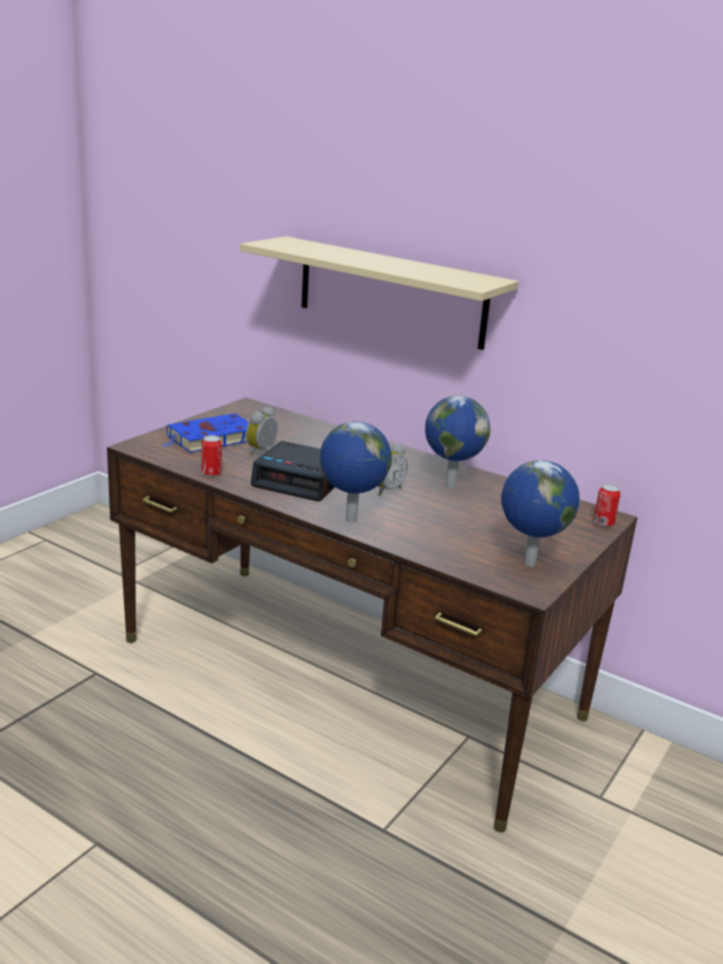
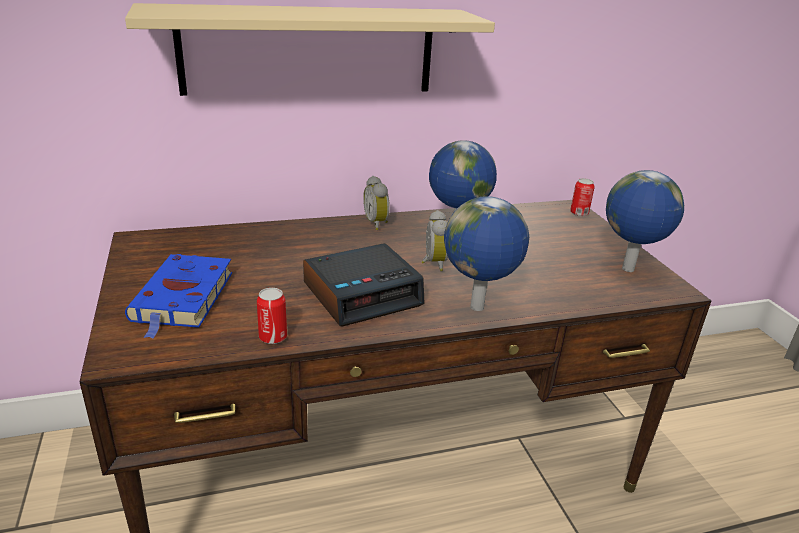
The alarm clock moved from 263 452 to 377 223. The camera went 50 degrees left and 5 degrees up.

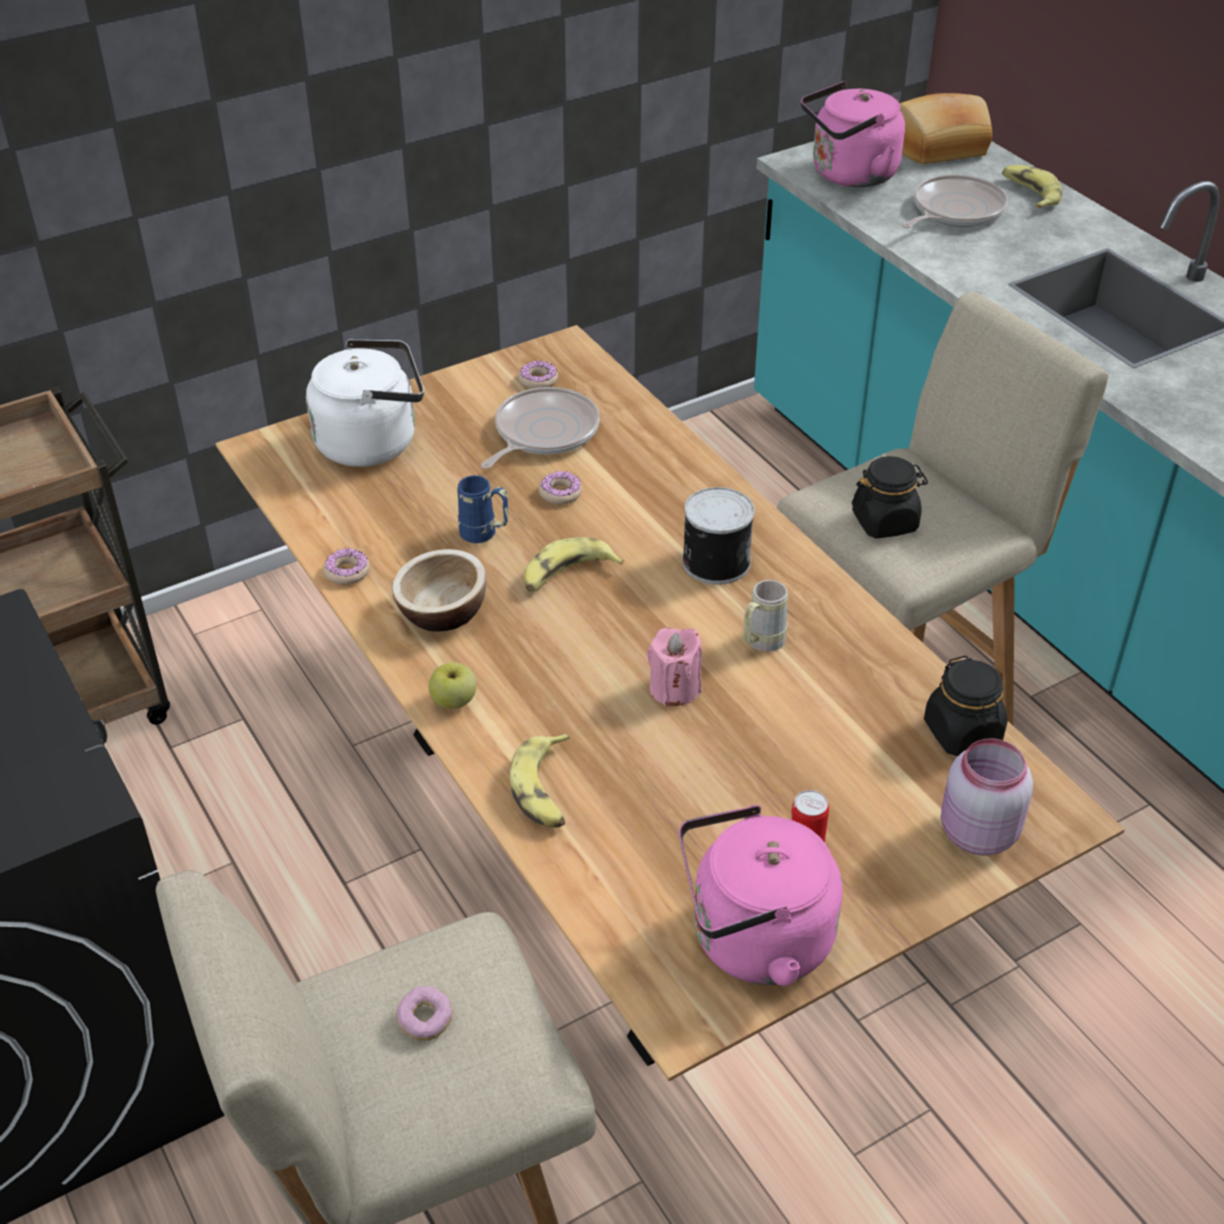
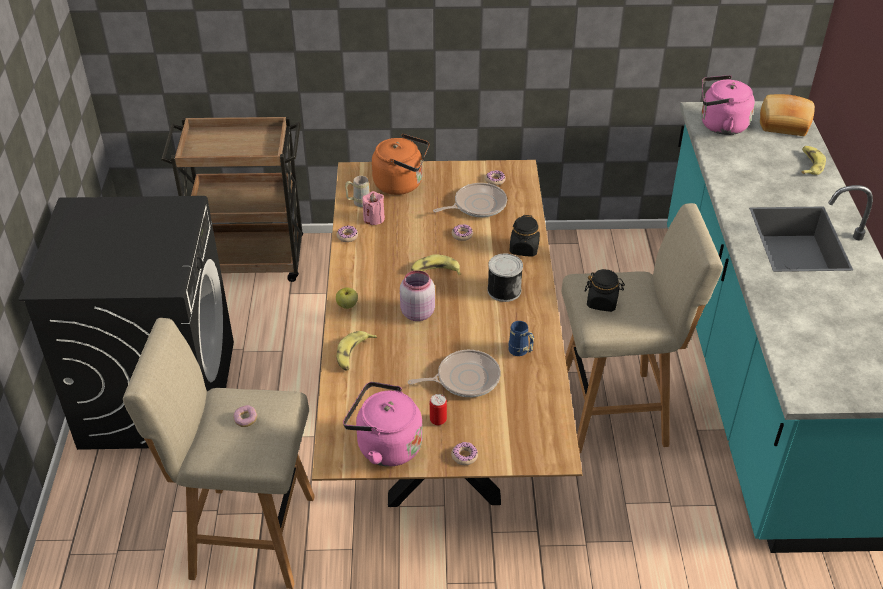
The beige mug moved from 760 644 to 358 203. The pink candle moved from 674 688 to 374 218. The white kettle at 373 442 became the orange kettle at 401 184. The pink jar moved from 975 833 to 416 313. The frying pan moved from 954 211 to 464 378. The donut at 464 456 appeared. The blue mug moved from 484 534 to 521 352. The black jar moved from 963 733 to 524 248. The bowl at 442 611 disappeared. The camera went 30 degrees right and 0 degrees up.

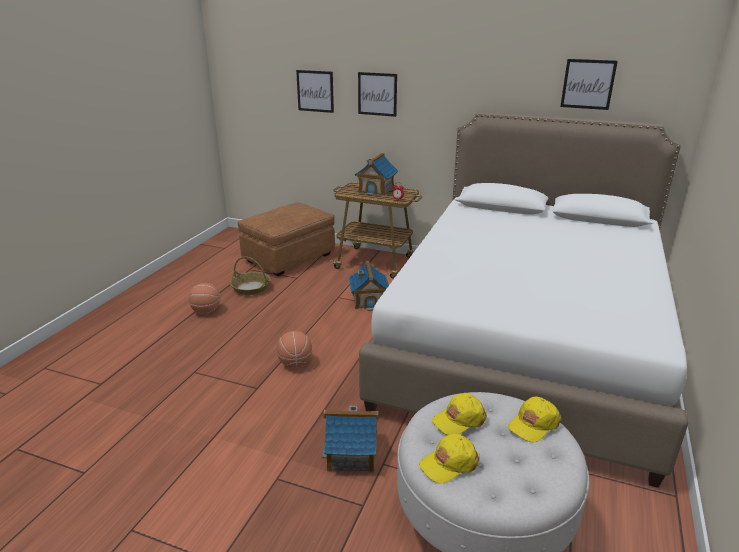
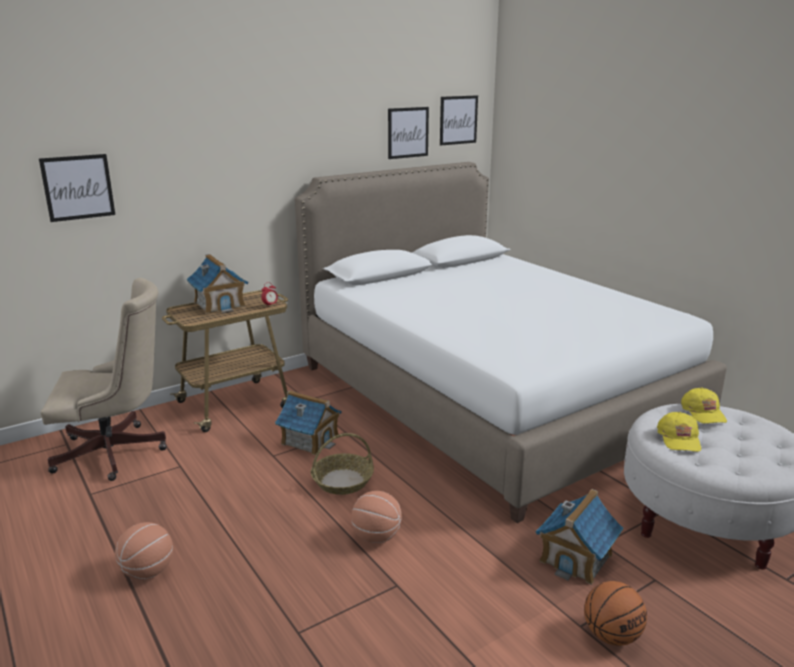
The brown ottoman at 289 258 was replaced by the beige office chair at 117 453. The basket moved from 250 288 to 342 481. The picture moved from 377 94 to 458 120. The basketball at 611 635 appeared. The yellow cap at 449 463 disappeared. The camera went 55 degrees left and 5 degrees down.

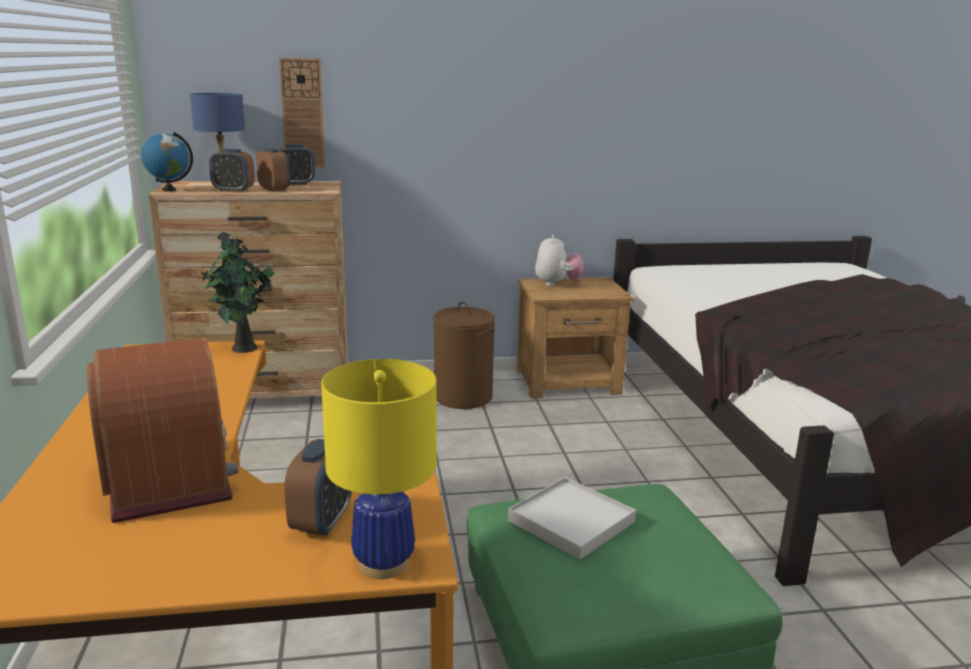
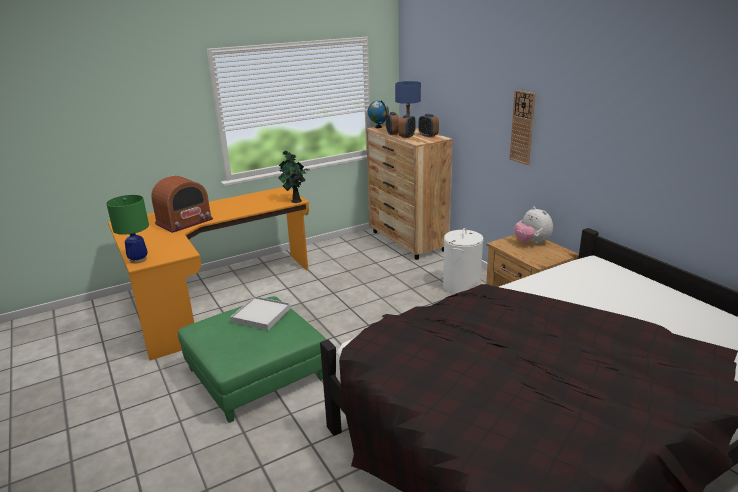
The yellow table lamp at 384 563 became the green table lamp at 138 260. The brown laundry basket at 463 397 became the white laundry basket at 461 286. The wall clock moved from 302 113 to 522 127. The plush toy at 557 284 turned 75 degrees clockwise. The alarm clock at 322 521 disappeared. The camera went 70 degrees right and 5 degrees up.

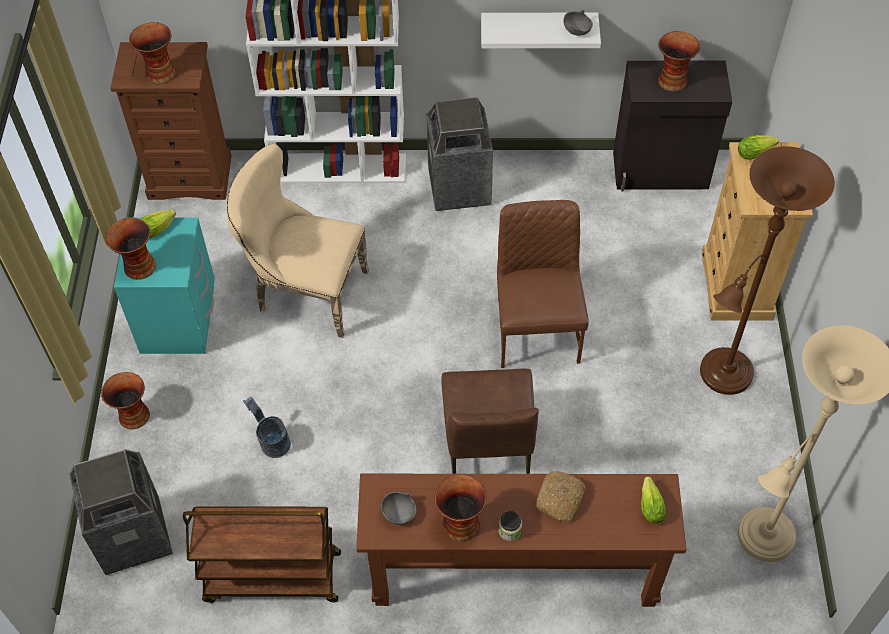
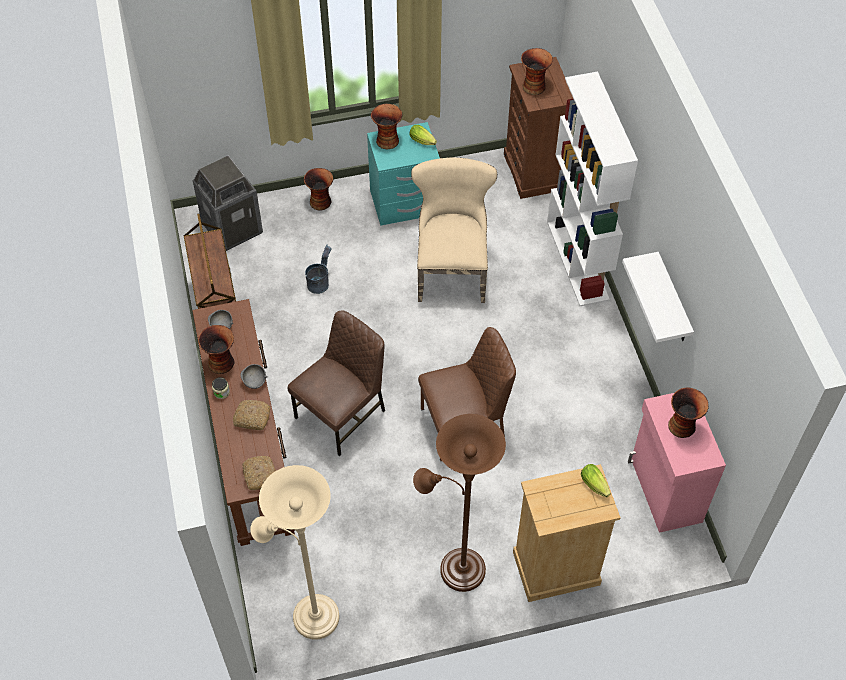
The grey bowl moved from 577 31 to 255 382. The lettuce at 650 504 was replaced by the bread at 259 475. The brown chair at 487 453 turned 150 degrees clockwise. The black cabinet at 661 171 became the pink cabinet at 665 491. The trash can at 459 188 disappeared. The camera went 75 degrees right and 0 degrees up.

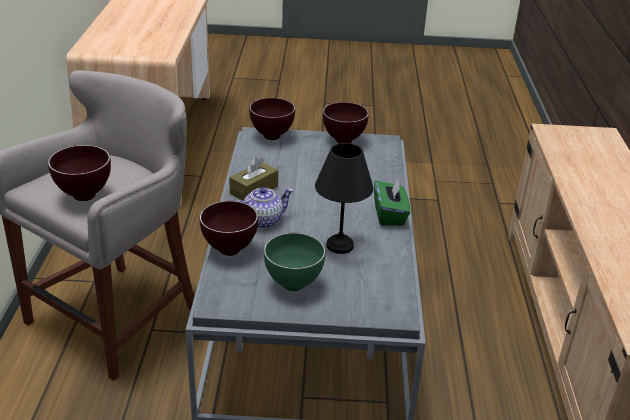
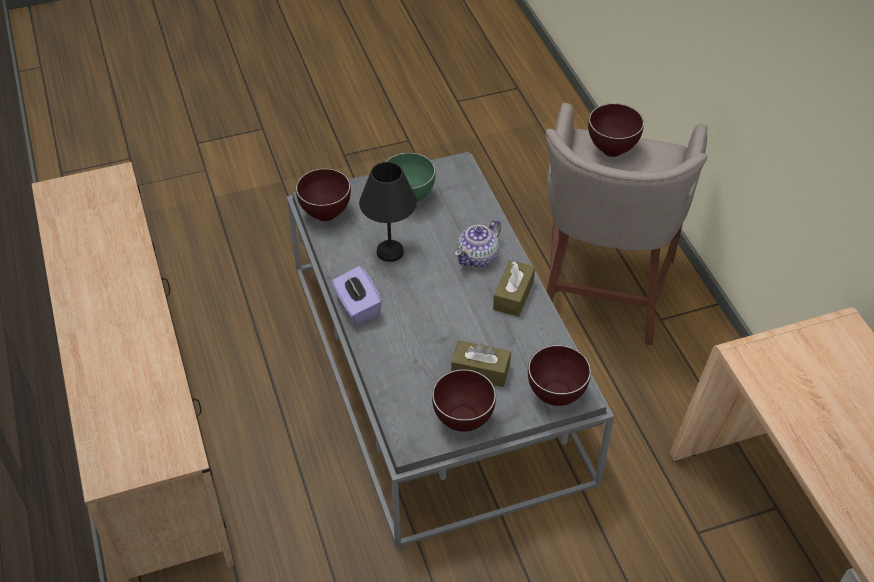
The brown bowl moved from 230 251 to 324 215. The green tissue box at 390 215 became the purple tissue box at 357 307. The brown tissue box at 480 371 appeared. The camera went 160 degrees right and 15 degrees up.

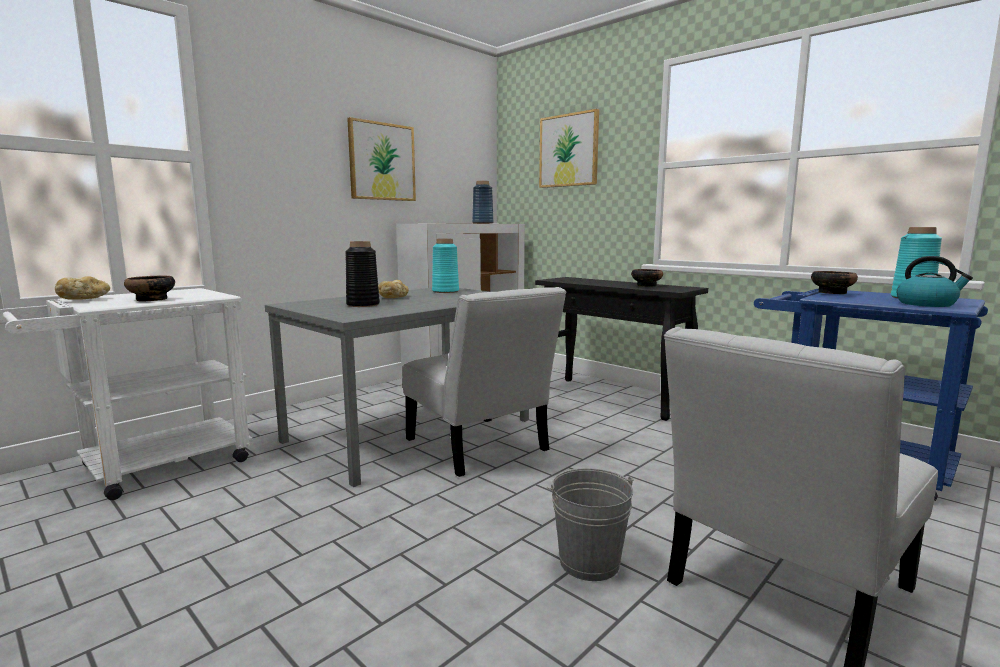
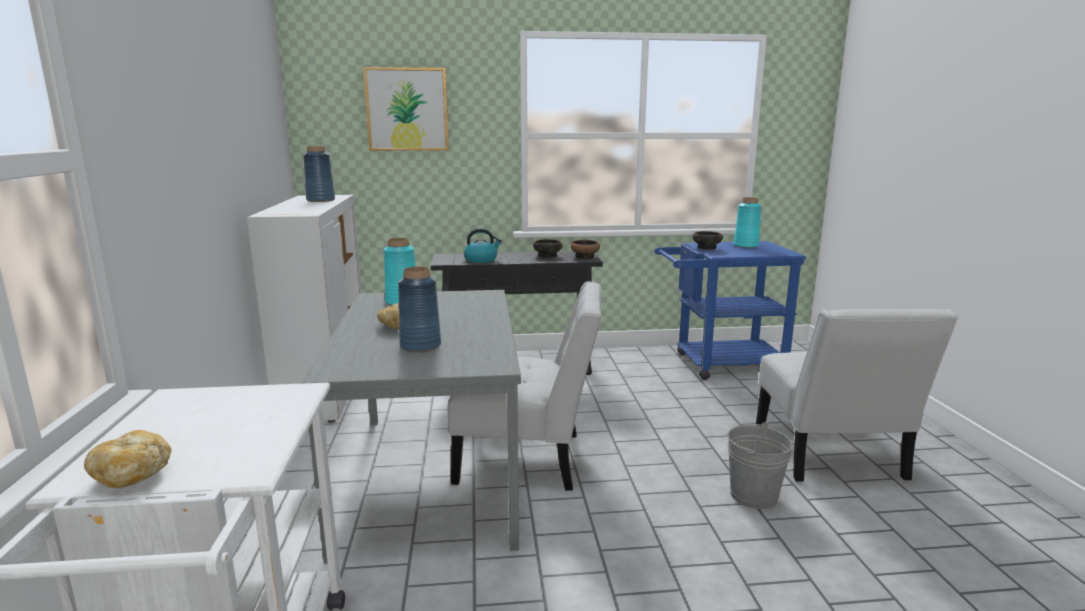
The black vase at 363 305 became the blue vase at 421 346. The kettle moved from 927 304 to 481 260. The bowl moved from 152 299 to 585 257. The picture at 382 162 disappeared. The camera went 50 degrees left and 5 degrees up.

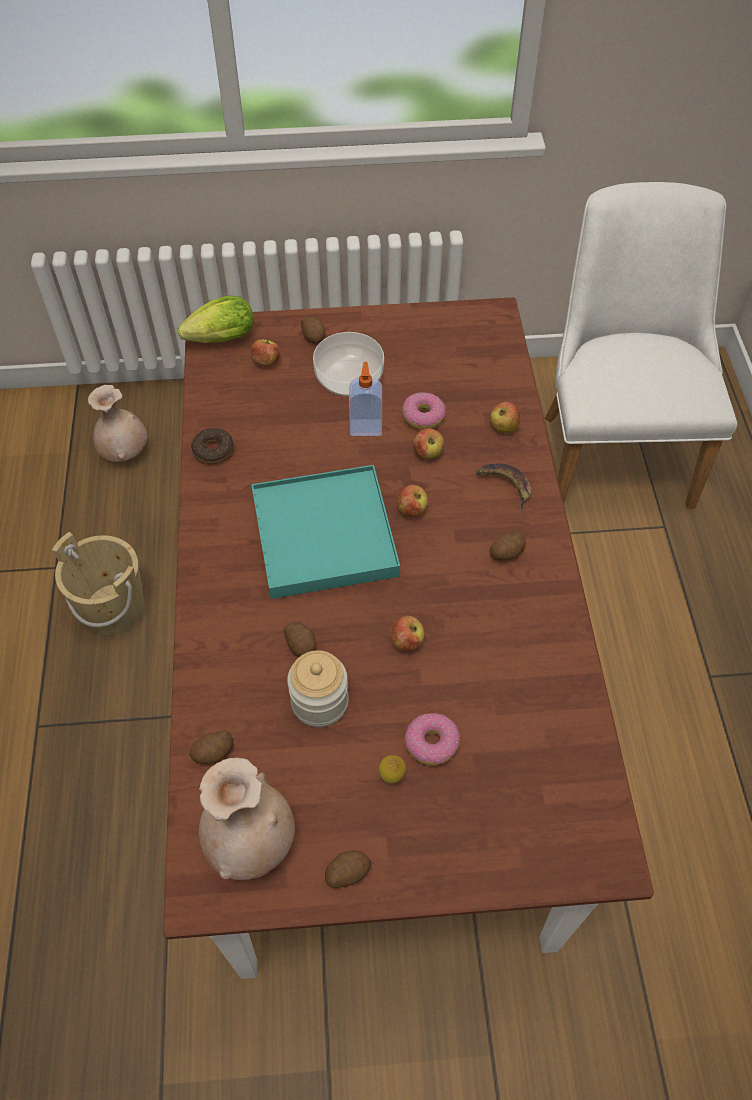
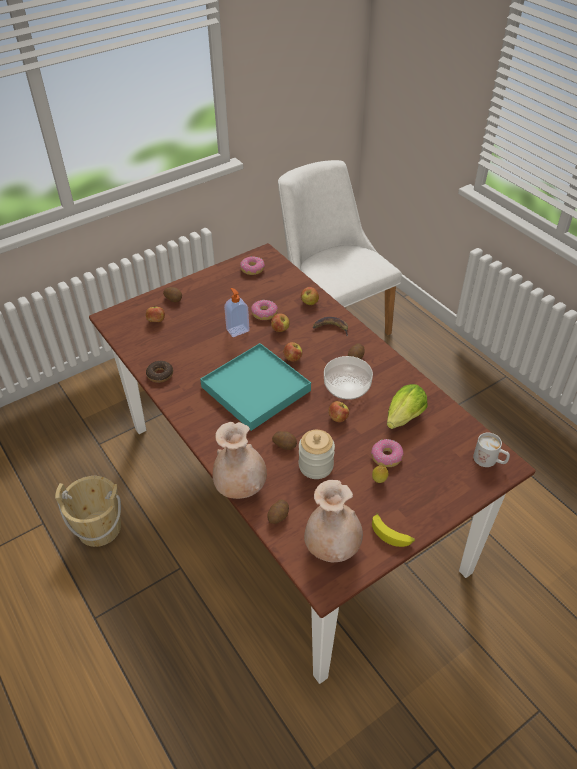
The beige vase moved from 125 452 to 240 487. The donut at 252 269 appeared. The bowl moved from 348 378 to 347 387. The potato at 347 872 was replaced by the banana at 391 534. The lettuce moved from 218 340 to 402 420. The white mug at 489 461 appeared. The camera went 30 degrees left and 10 degrees down.

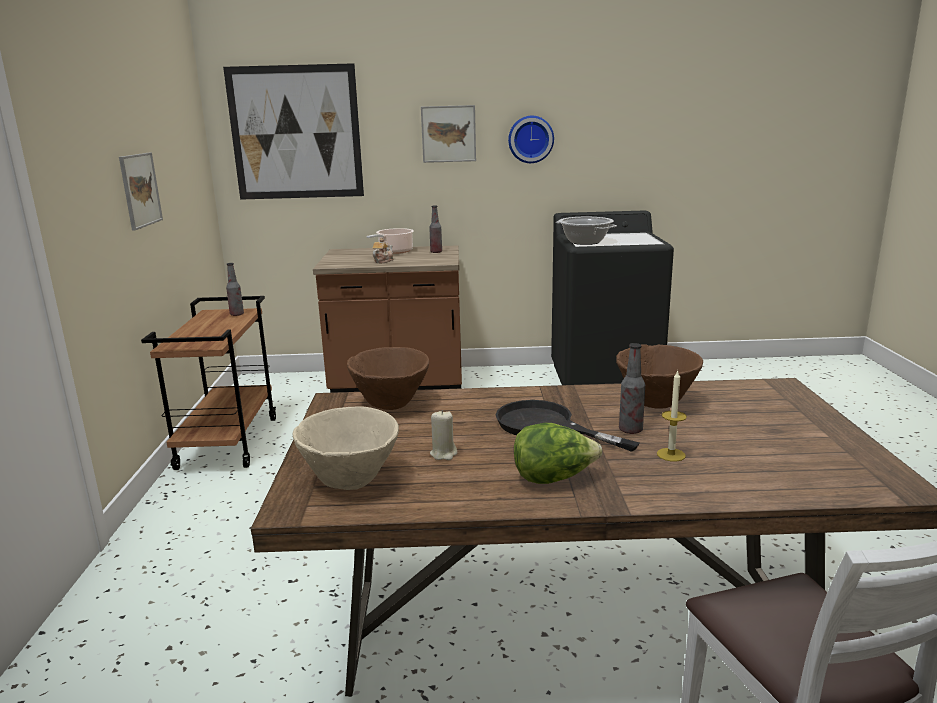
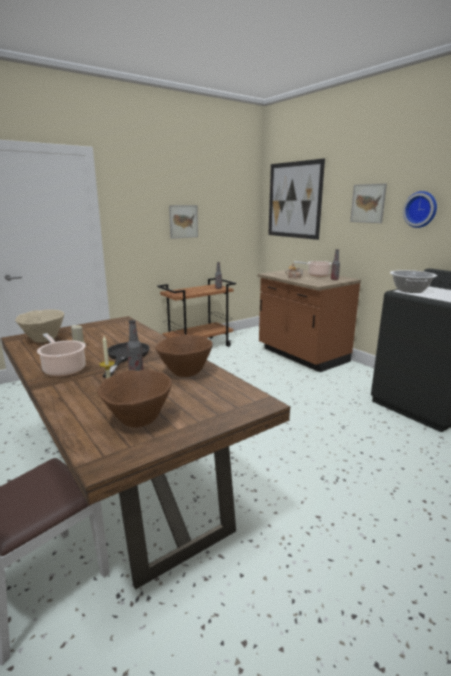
The lettuce at 553 478 was replaced by the cooking pot at 63 369. The brown bowl moved from 391 404 to 138 420. The camera went 55 degrees right and 0 degrees up.

